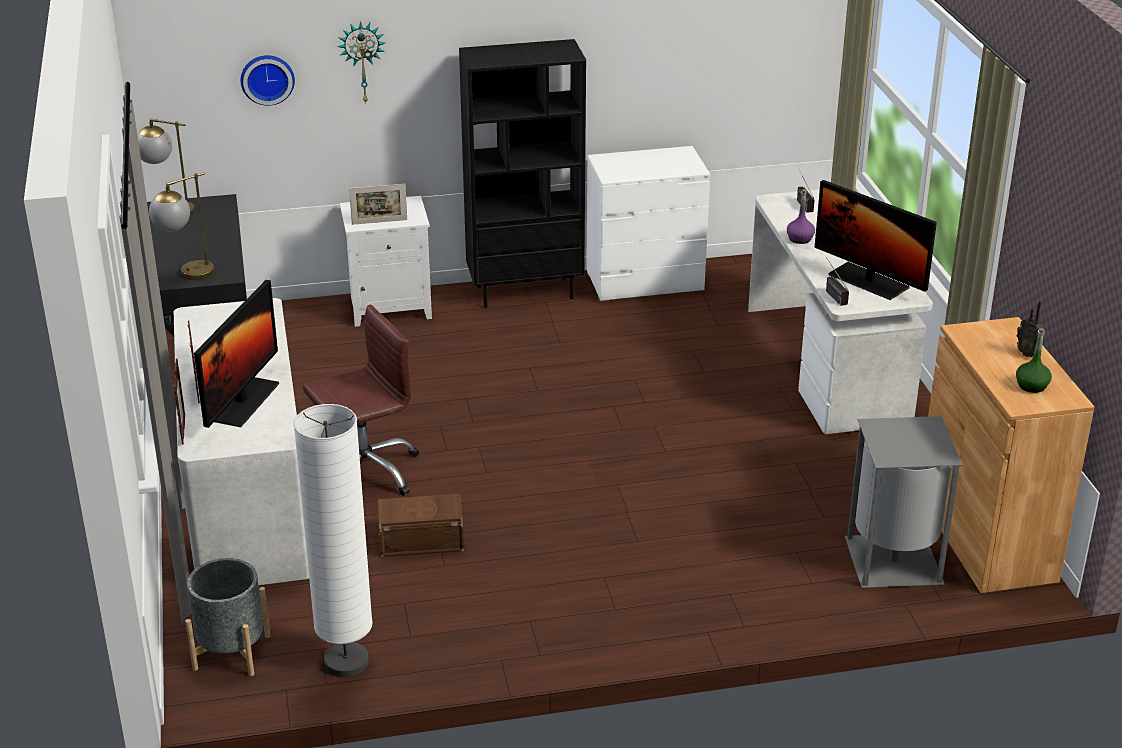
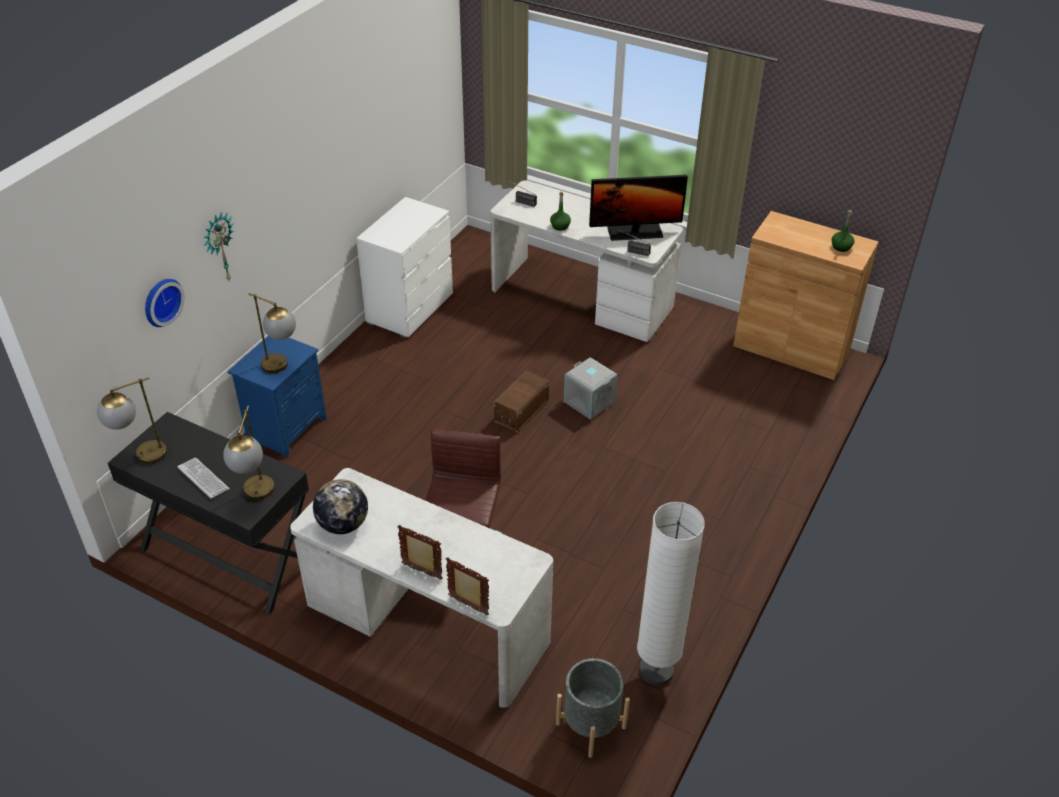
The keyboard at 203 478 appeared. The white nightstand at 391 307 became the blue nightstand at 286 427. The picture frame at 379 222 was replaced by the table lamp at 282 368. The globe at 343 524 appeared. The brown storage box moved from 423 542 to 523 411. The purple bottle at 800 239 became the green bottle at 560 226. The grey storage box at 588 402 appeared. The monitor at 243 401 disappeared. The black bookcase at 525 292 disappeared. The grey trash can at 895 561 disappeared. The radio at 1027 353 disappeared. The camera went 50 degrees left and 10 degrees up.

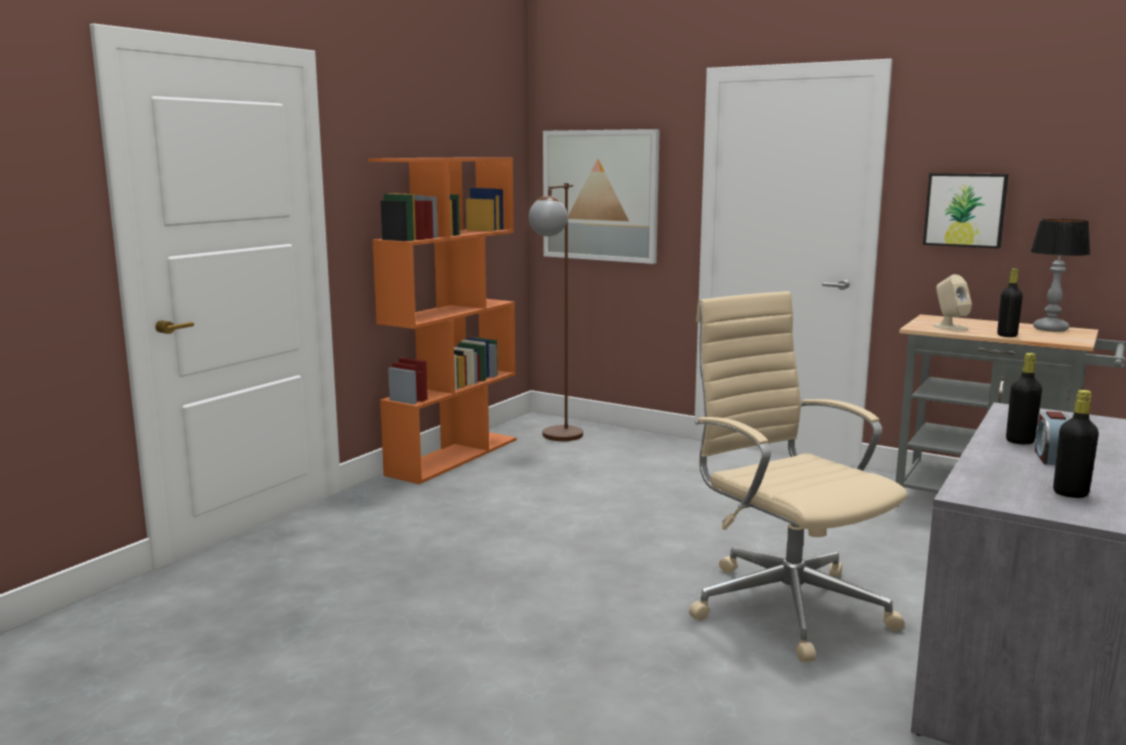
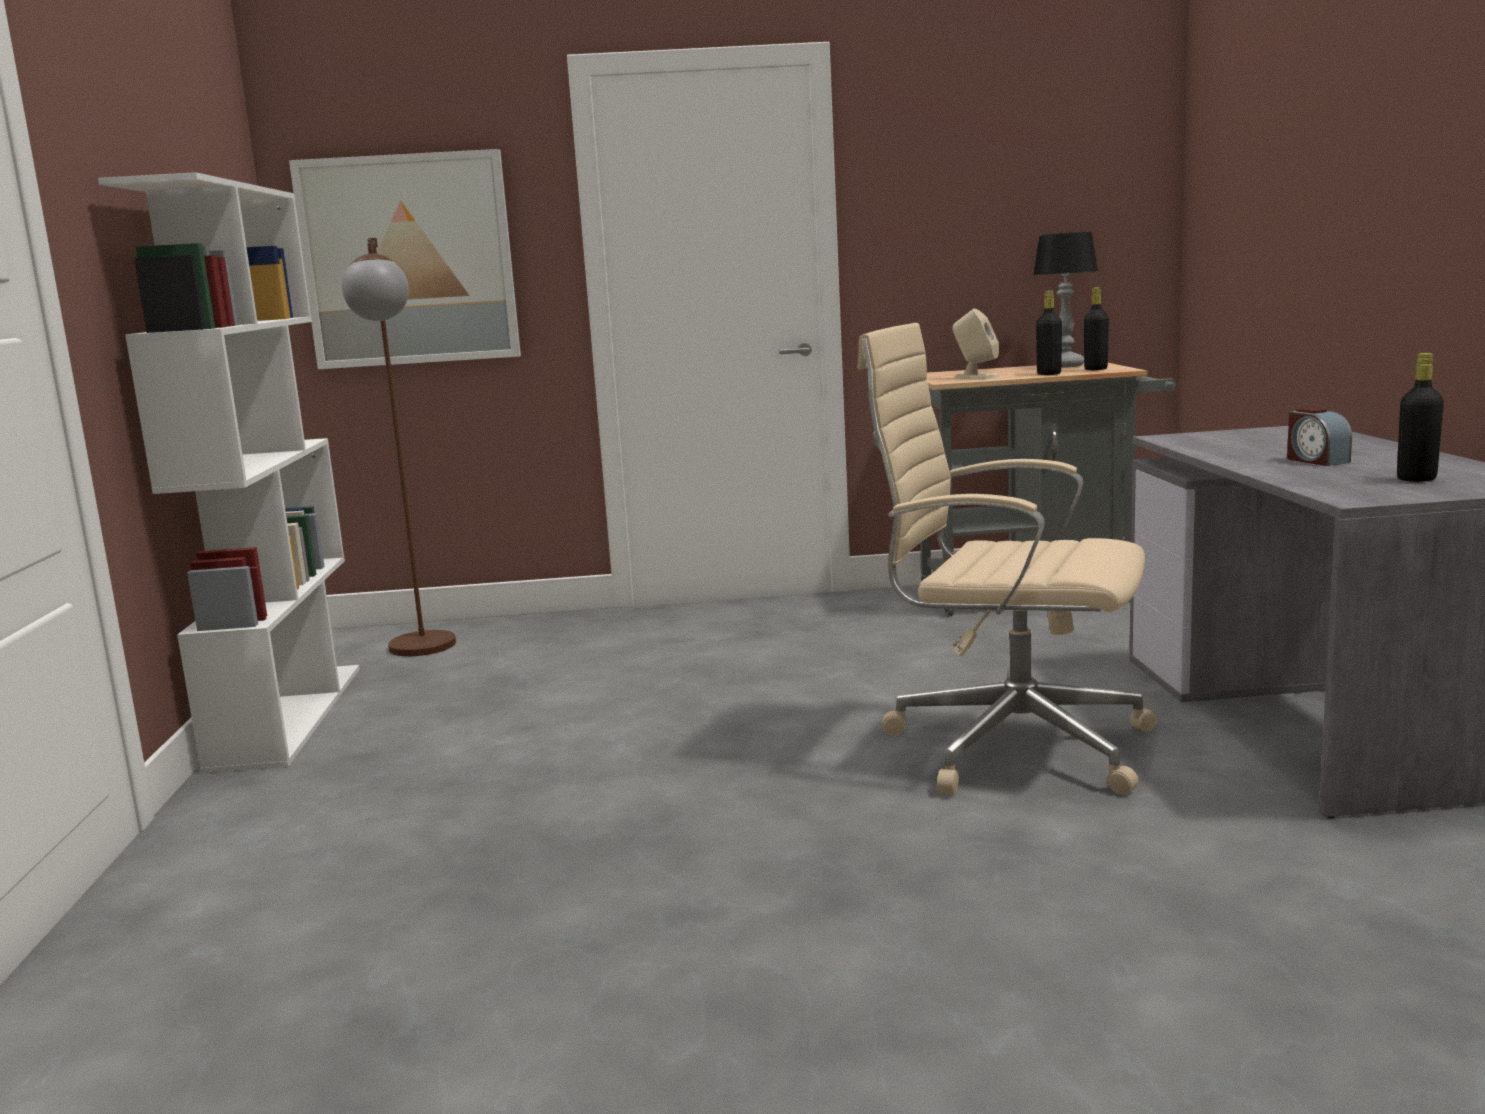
The orange bookcase at 453 456 became the white bookcase at 287 715. The black bottle moved from 1020 441 to 1095 369. The picture at 965 210 disappeared. The camera went 35 degrees left and 0 degrees up.

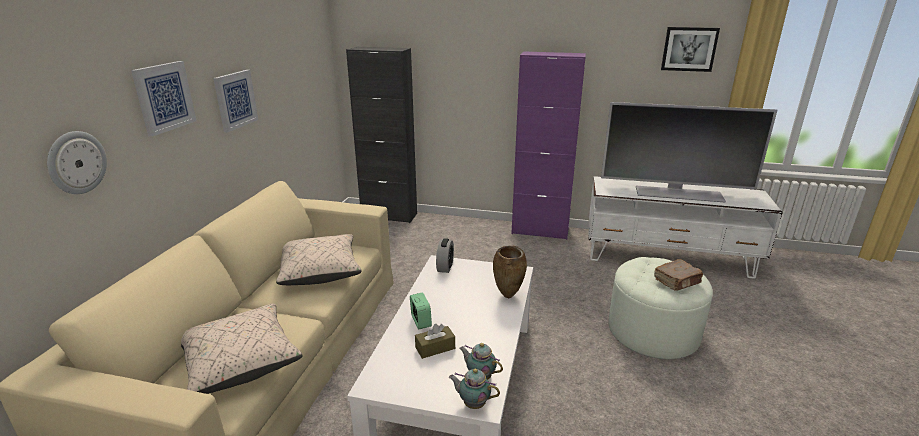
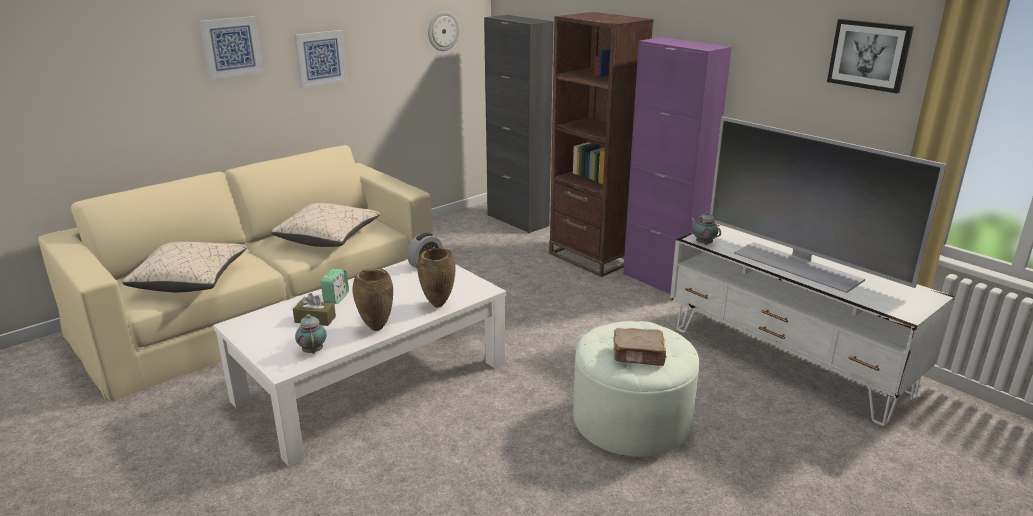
The brown vase at 375 328 appeared. The wall clock moved from 76 162 to 443 31. The brown bookcase at 591 258 appeared. The teapot moved from 473 403 to 703 243. The camera went 35 degrees right and 0 degrees up.

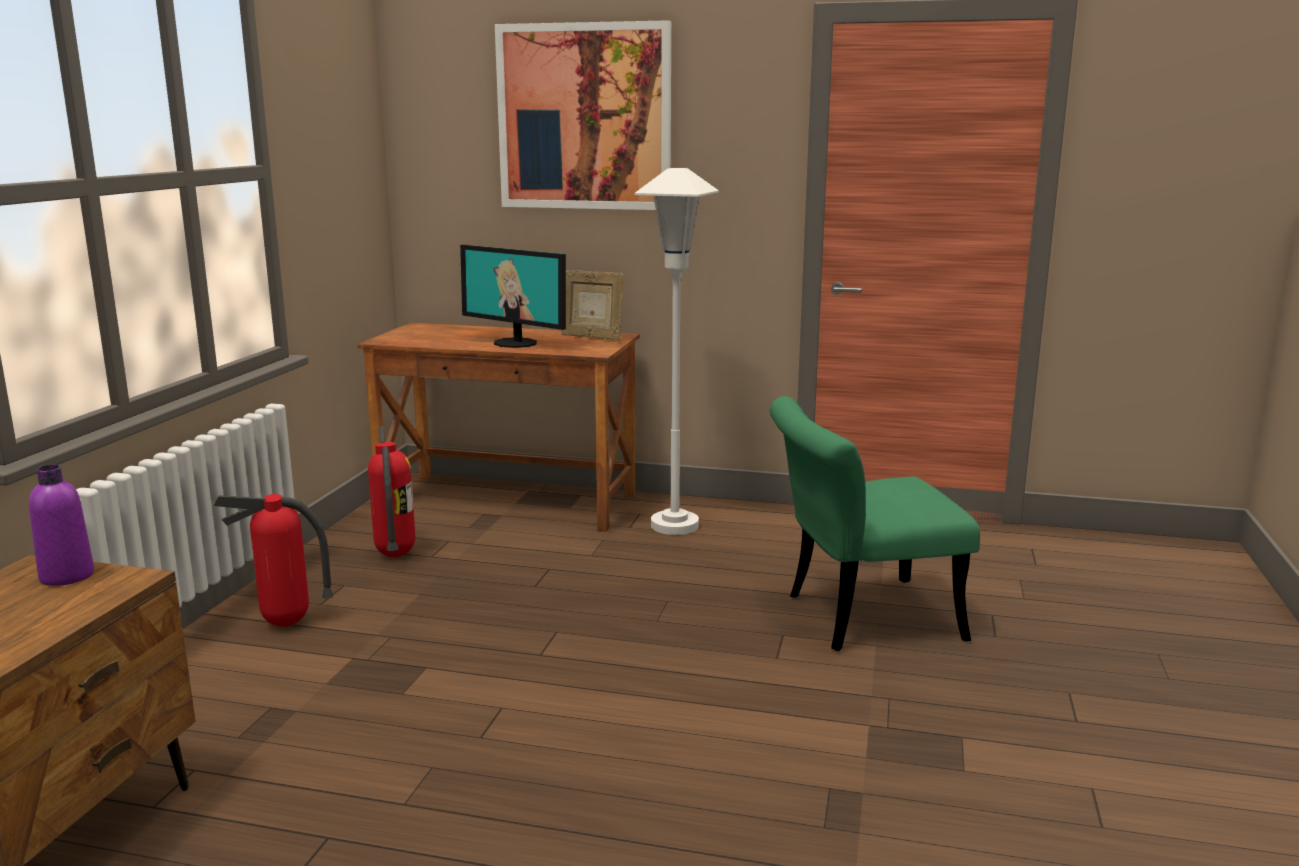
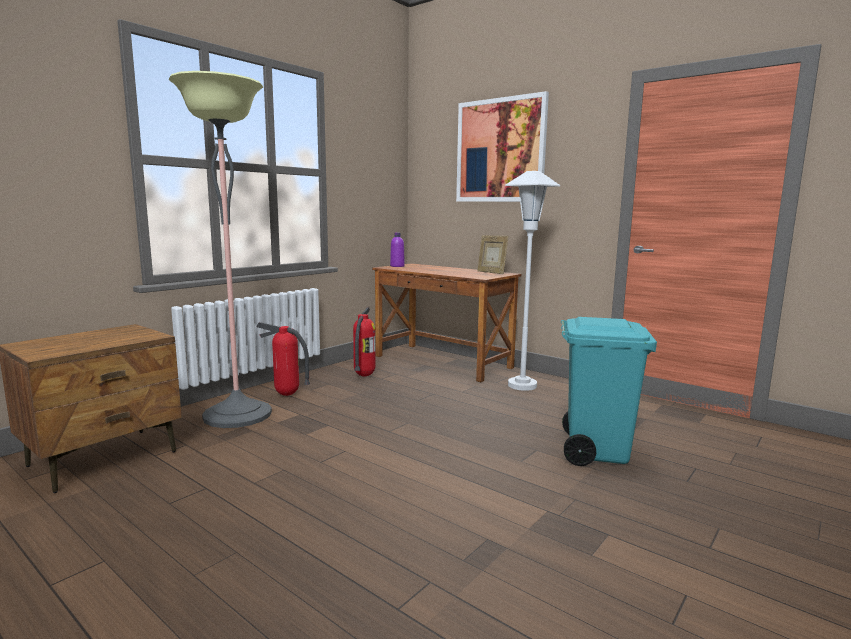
The floor lamp at 237 415 appeared. The purple bottle moved from 67 576 to 397 266. The green chair at 858 617 was replaced by the turquoise trash can at 595 450. The monitor at 516 343 disappeared. The camera went 25 degrees right and 5 degrees down.

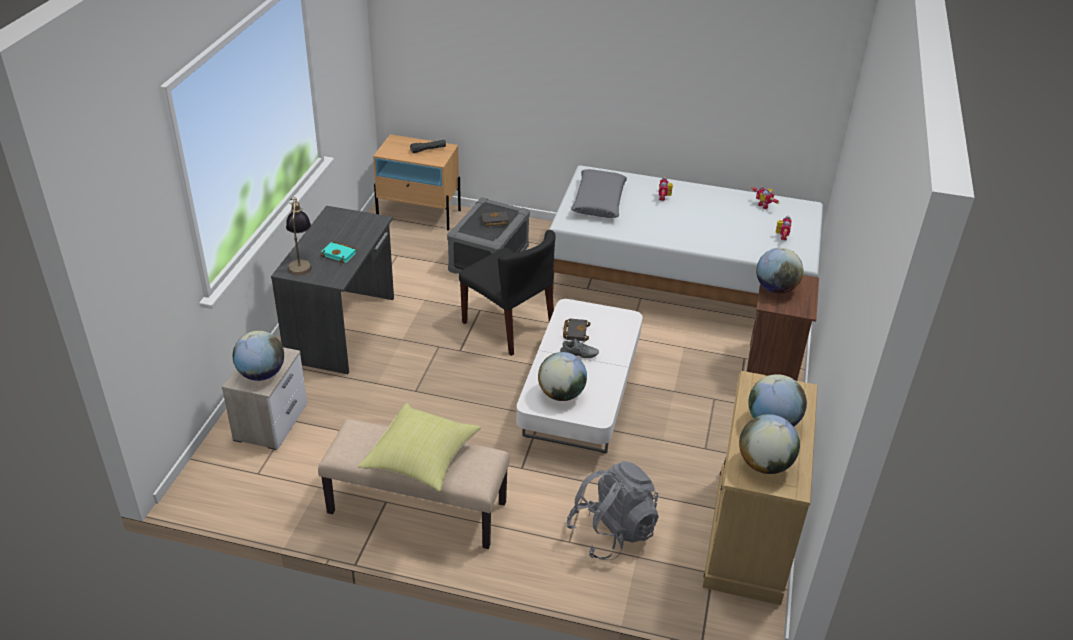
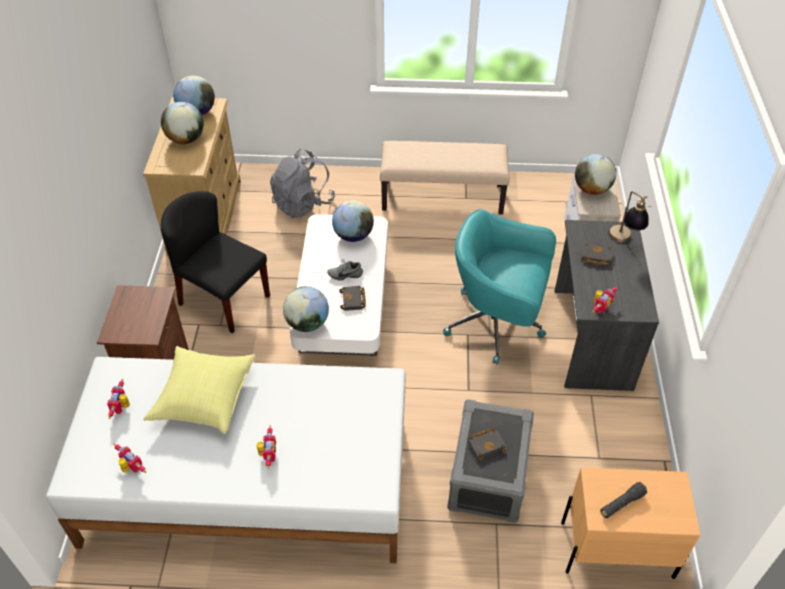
The yellow pillow moved from 421 461 to 204 398. The black chair moved from 509 326 to 223 300. The globe moved from 775 288 to 307 323. The turquoise office chair at 496 324 appeared. The turquoise book at 340 254 became the black book at 595 257. The toy robot at 599 308 appeared. The grey pillow at 598 201 disappeared. The camera went 170 degrees right and 10 degrees up.

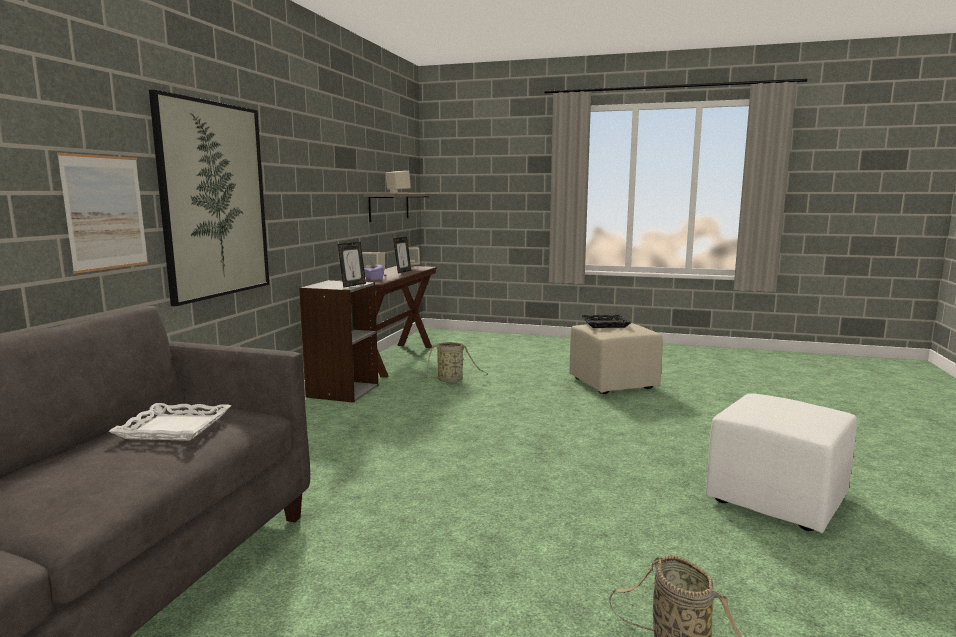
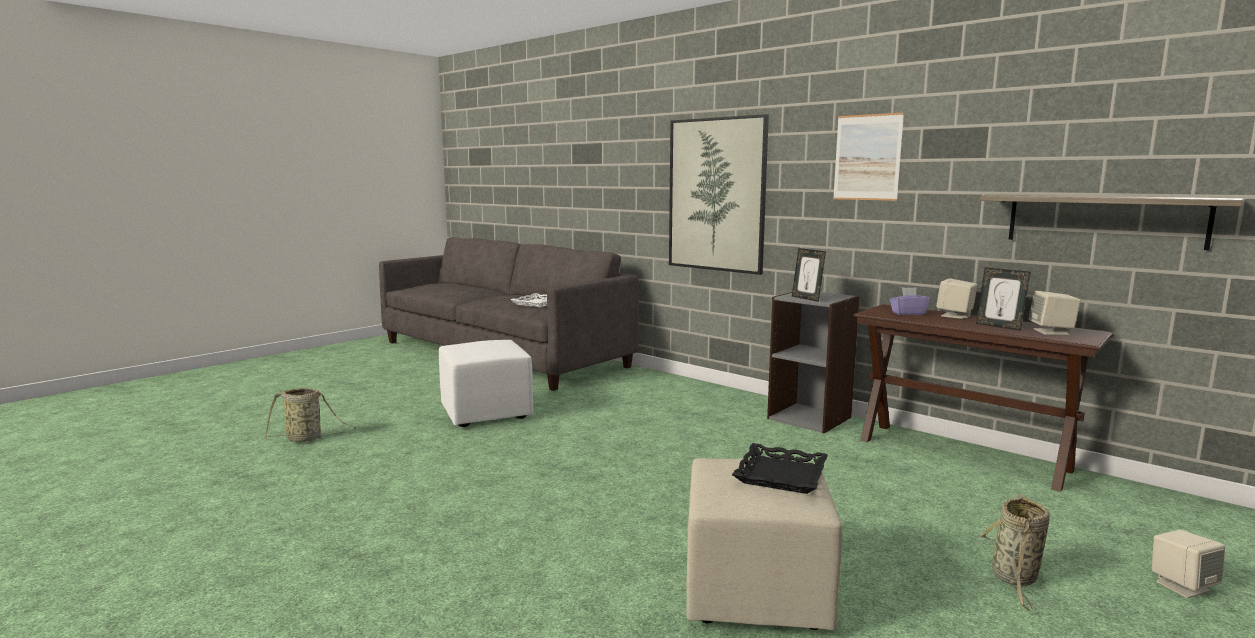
The white ottoman moved from 776 499 to 487 413. The picture moved from 105 212 to 867 157. The basket moved from 452 380 to 1014 579. The beige speaker moved from 398 193 to 1182 586. The camera went 115 degrees right and 0 degrees up.

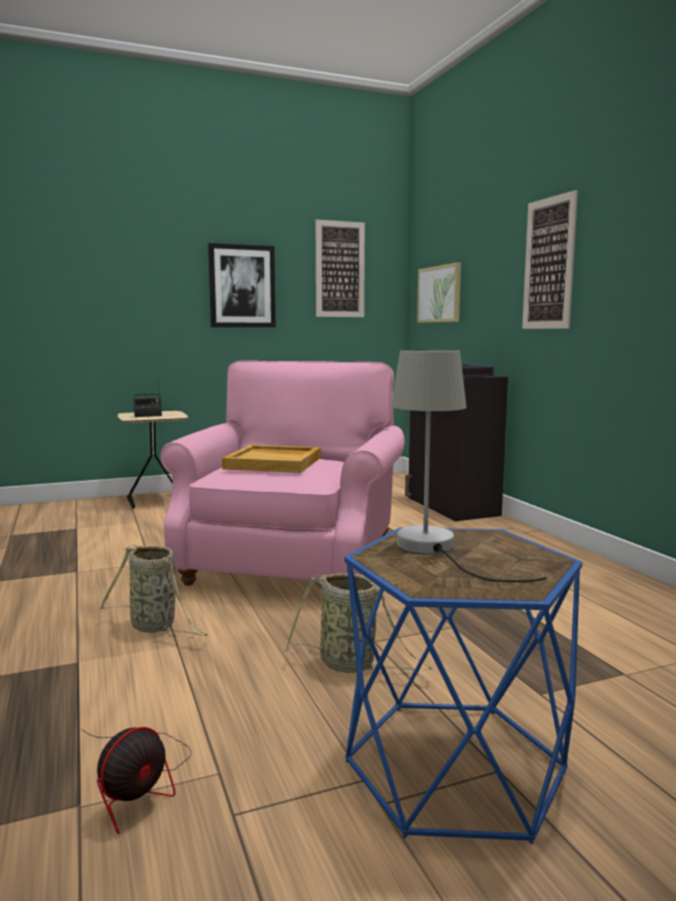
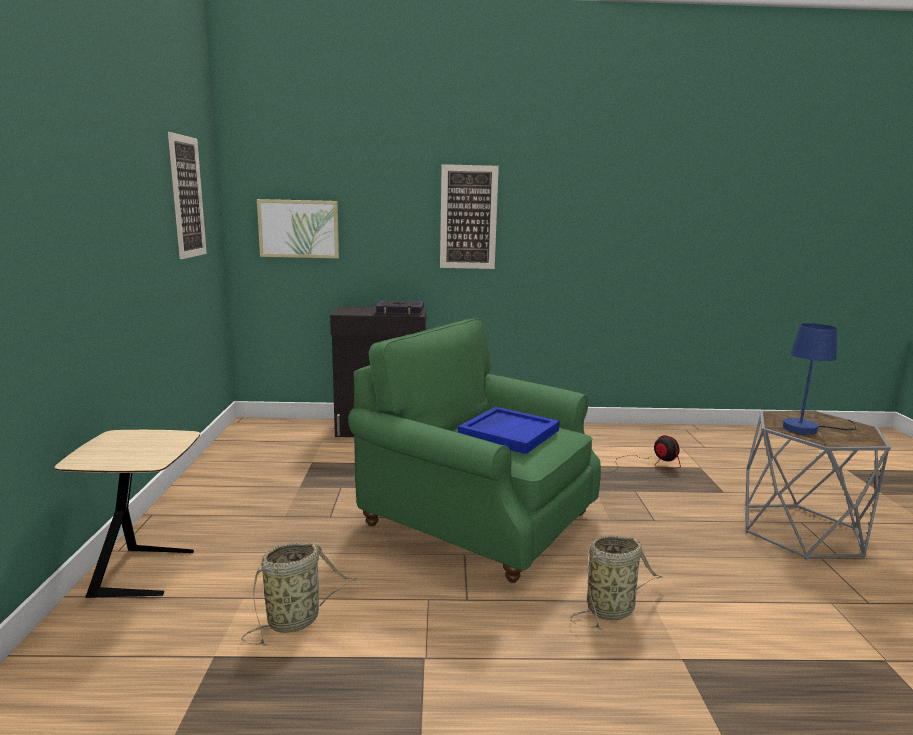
The basket moved from 351 665 to 297 619. The pink armchair at 293 561 became the green armchair at 477 519. The beige tray at 274 463 became the blue tray at 508 433. The fan moved from 139 783 to 650 464. The blue side table at 454 766 became the grey side table at 800 531. The grey table lamp at 436 550 became the blue table lamp at 809 428. The radio at 148 416 disappeared. The picture at 242 286 disappeared. The camera went 70 degrees left and 5 degrees up.

